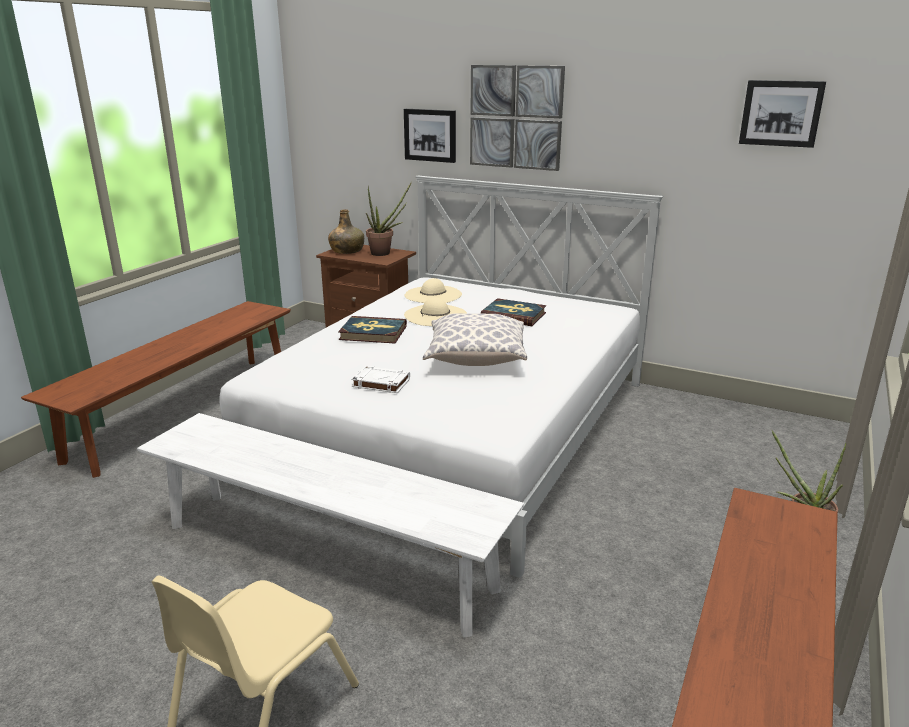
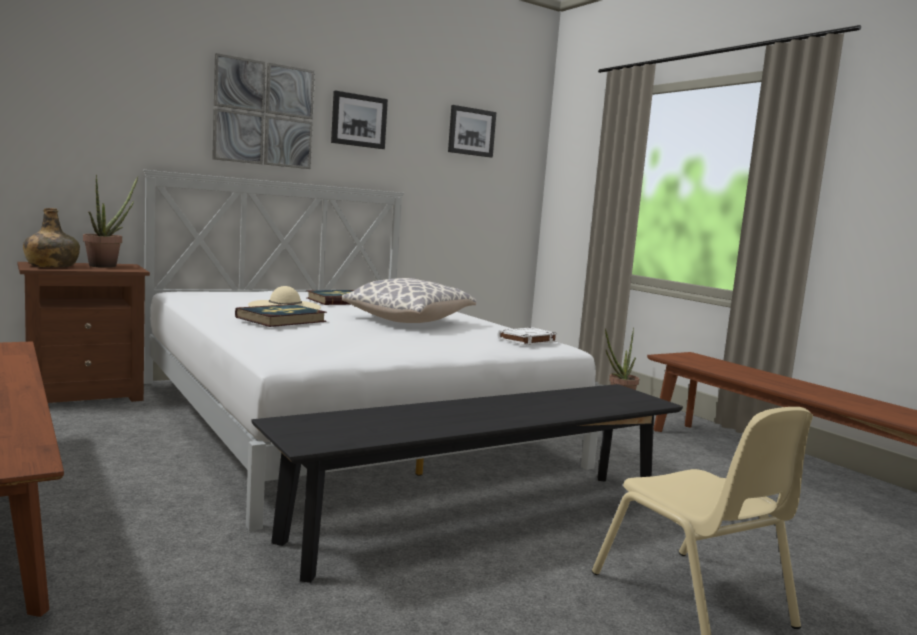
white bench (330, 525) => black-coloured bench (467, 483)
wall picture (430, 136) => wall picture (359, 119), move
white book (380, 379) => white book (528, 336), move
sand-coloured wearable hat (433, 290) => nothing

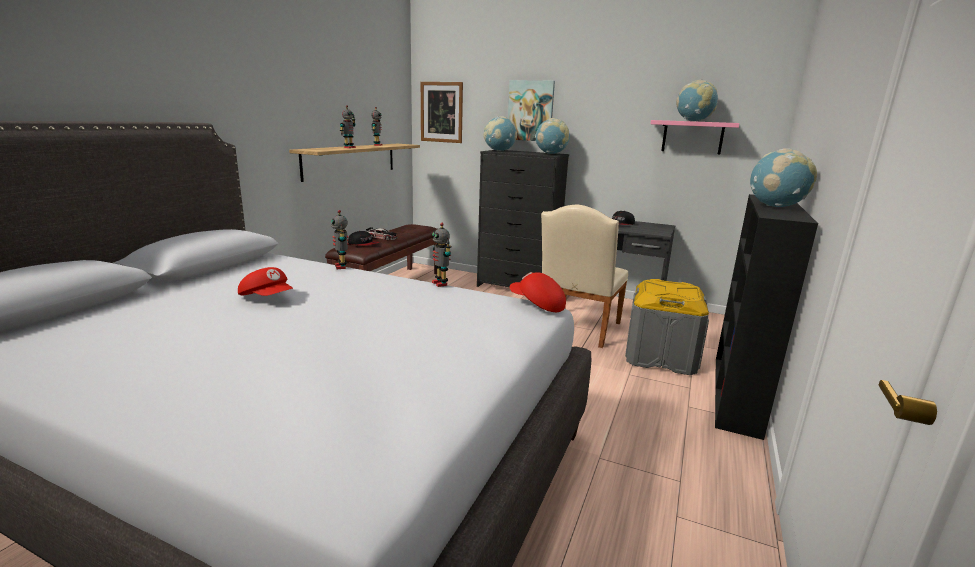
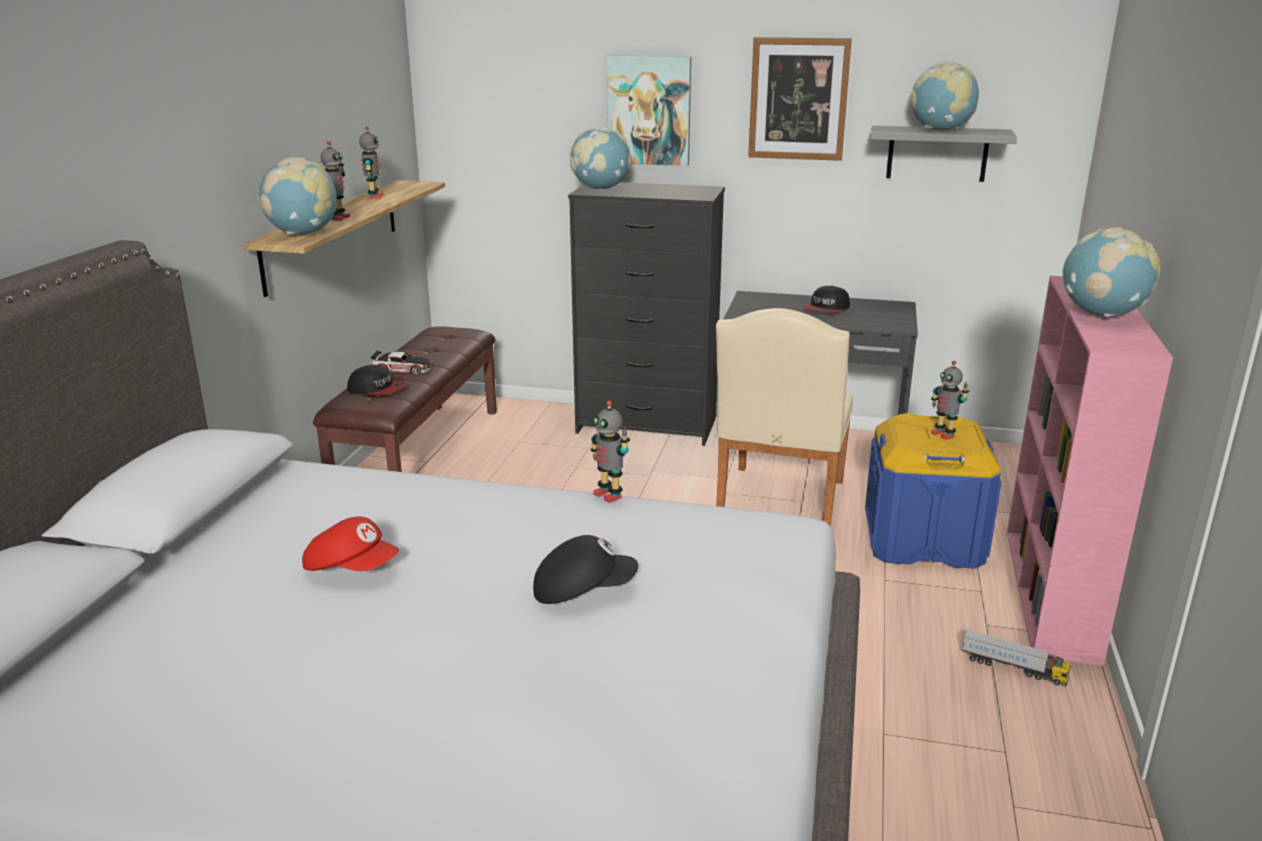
desk globe (552, 136) => desk globe (297, 196), move
nothing => black-coloured peaked cap (585, 569)
wall picture (442, 112) => wall picture (800, 99), move
greyish storage bin (667, 327) => blue storage bin (933, 491)
pink-coloured bracket shelf (695, 137) => greyish bracket shelf (943, 154)
toy robot (340, 239) => toy robot (950, 400), move
nothing => toy lorry (1016, 657)
black-coloured bookshelf (766, 317) => pink-coloured bookshelf (1090, 471)
reddish peaked cap (538, 292) => nothing

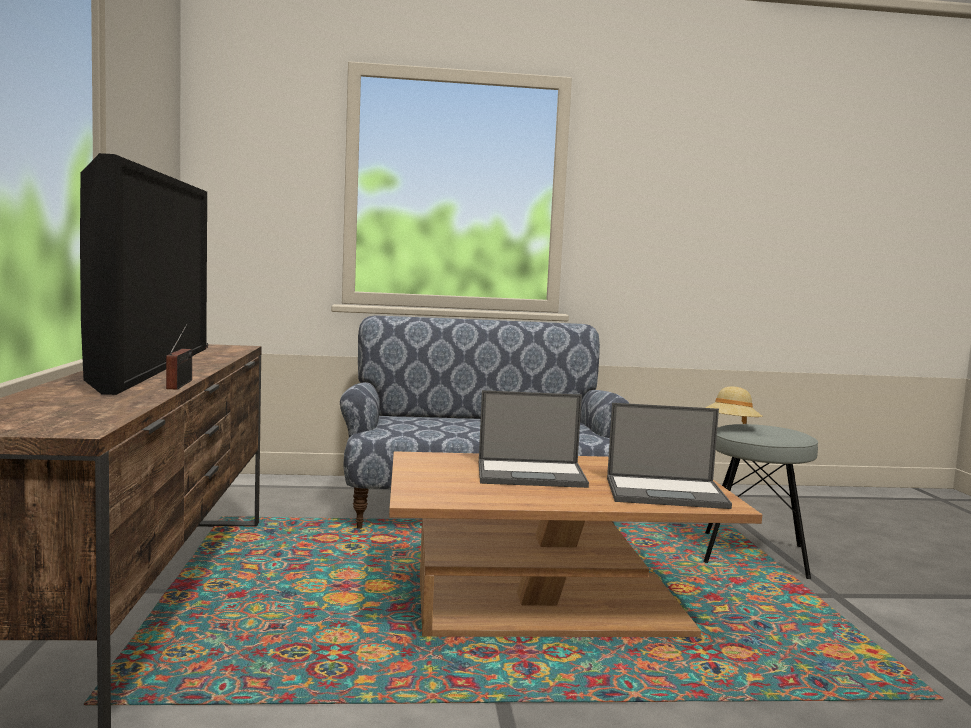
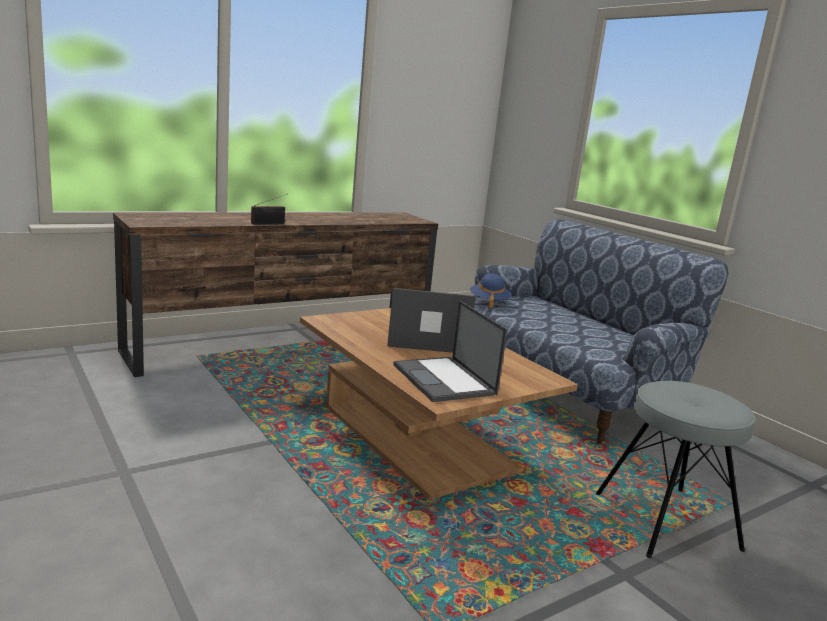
notebook computer (534, 439) => notebook computer (431, 320), 120 degrees clockwise
nothing => blue wearable hat (491, 291)
TV (144, 274) => nothing
sand-coloured wearable hat (733, 405) => nothing

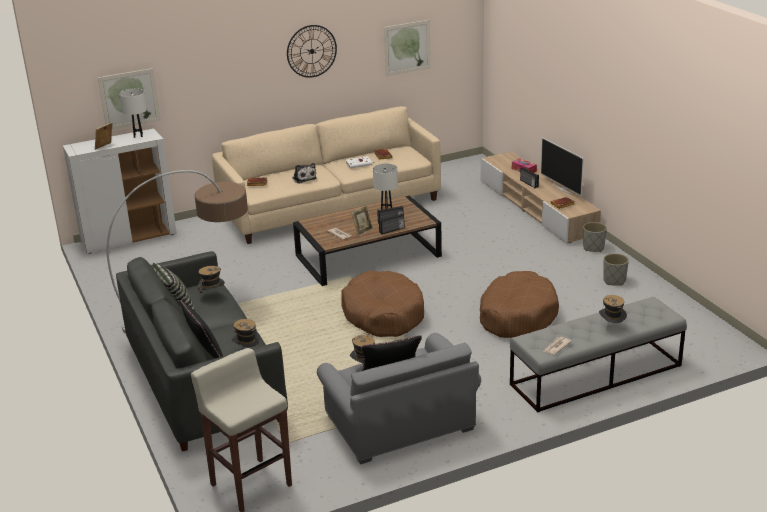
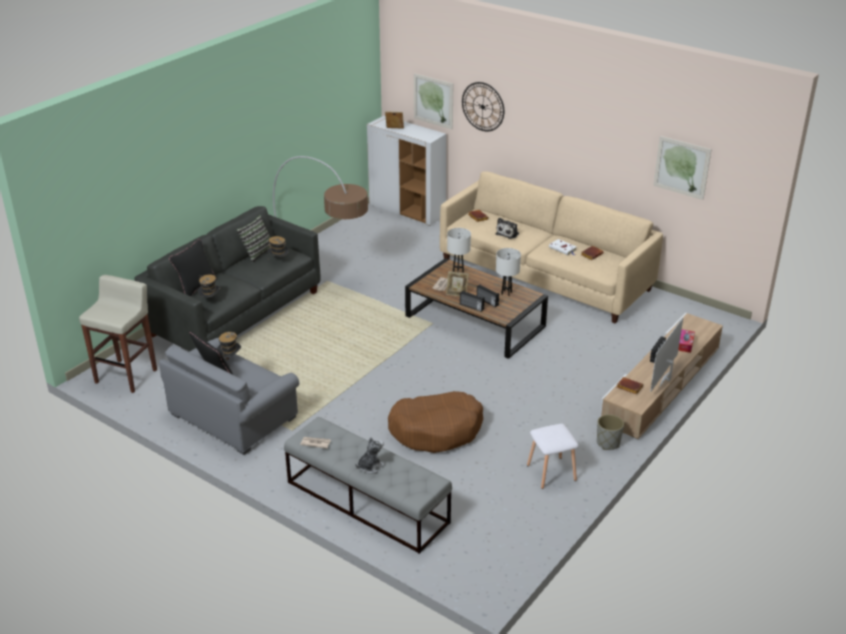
wearable hat (613, 309) => cuddly toy (370, 455)
white table lamp (133, 113) => white table lamp (459, 250), move
clock on the wall (312, 51) => clock on the wall (483, 106), move
greyish planter (616, 269) => white stool (553, 456)
brownish dog cushion (382, 303) => nothing

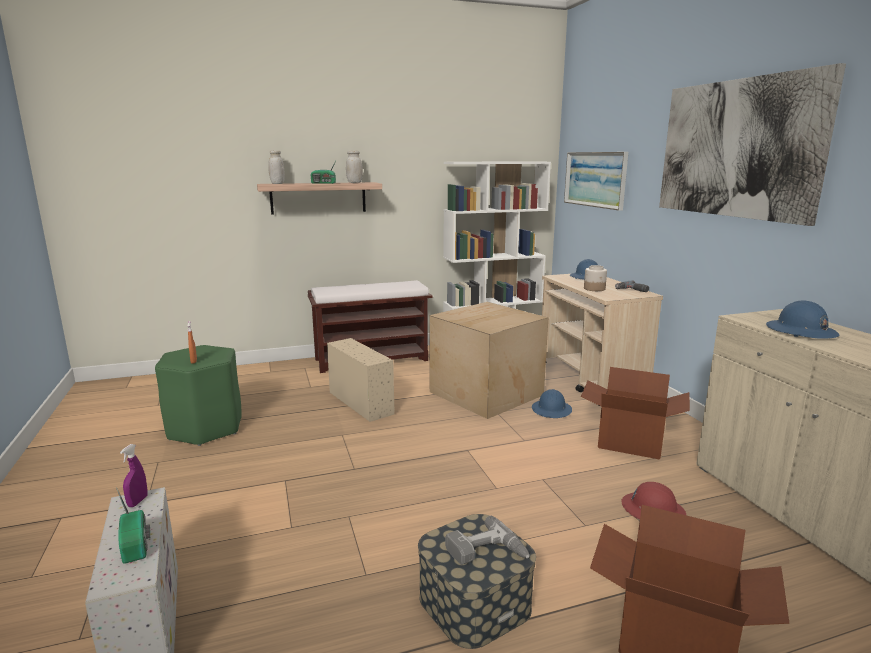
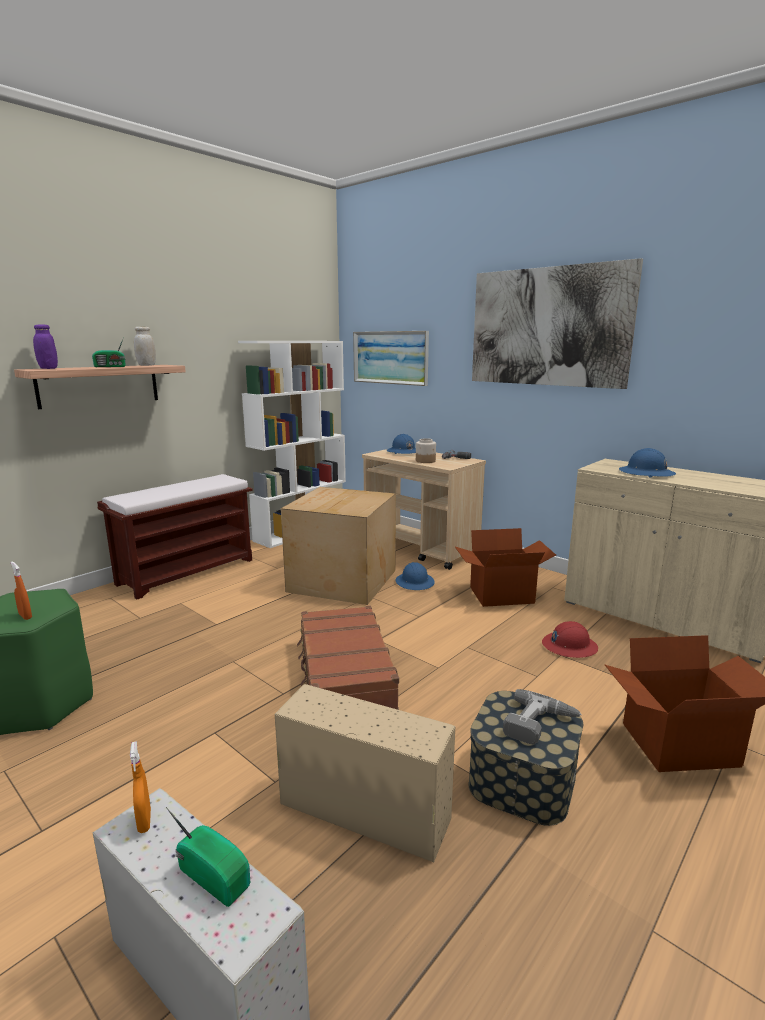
white jar (276, 167) => purplish jar (45, 346)
purplish hand sprayer (134, 475) => orangey hand sprayer (140, 787)
sand-coloured storage bin (361, 380) => sand-coloured storage bin (365, 773), move
nothing => brownish piece of luggage (348, 658)

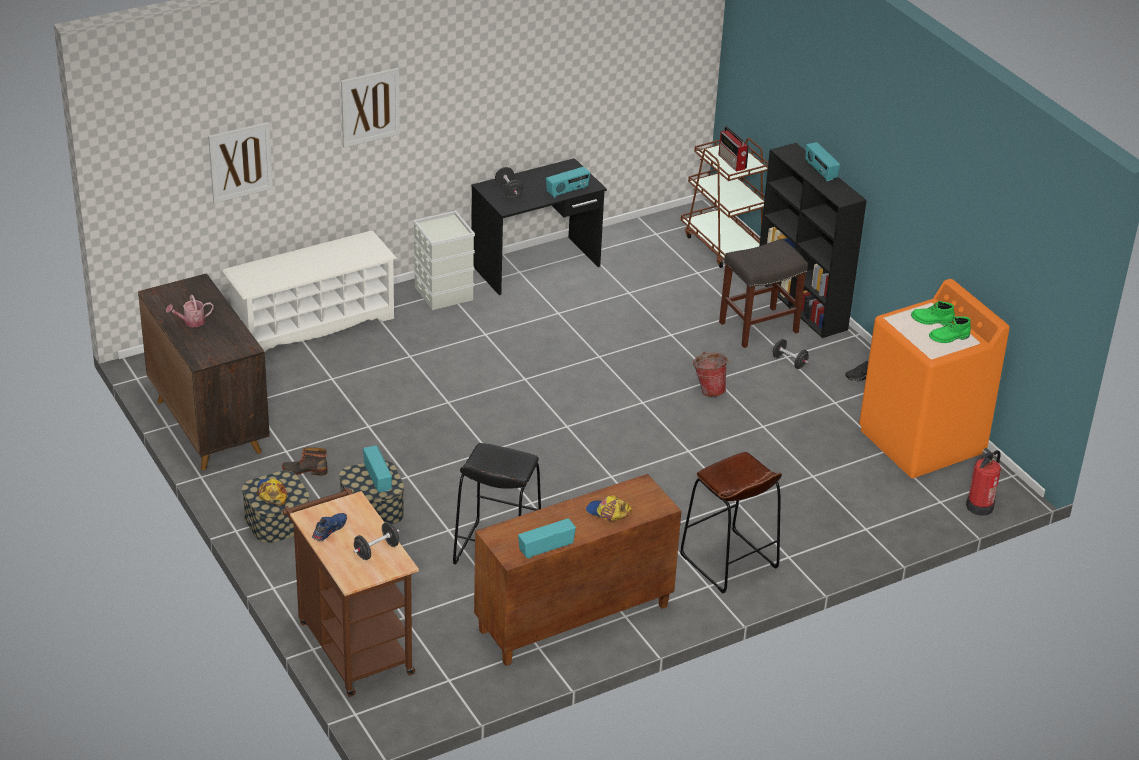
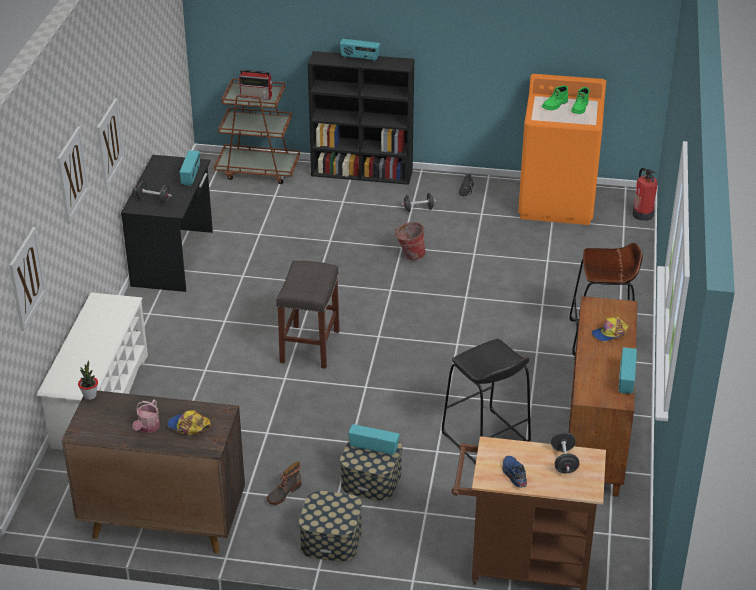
nothing => plant in a pot (88, 380)
nothing => wall picture (111, 143)
peaked cap (272, 492) => peaked cap (189, 422), move
greyish stool (763, 293) => greyish stool (307, 315), move
greyish storage bin (444, 260) => nothing

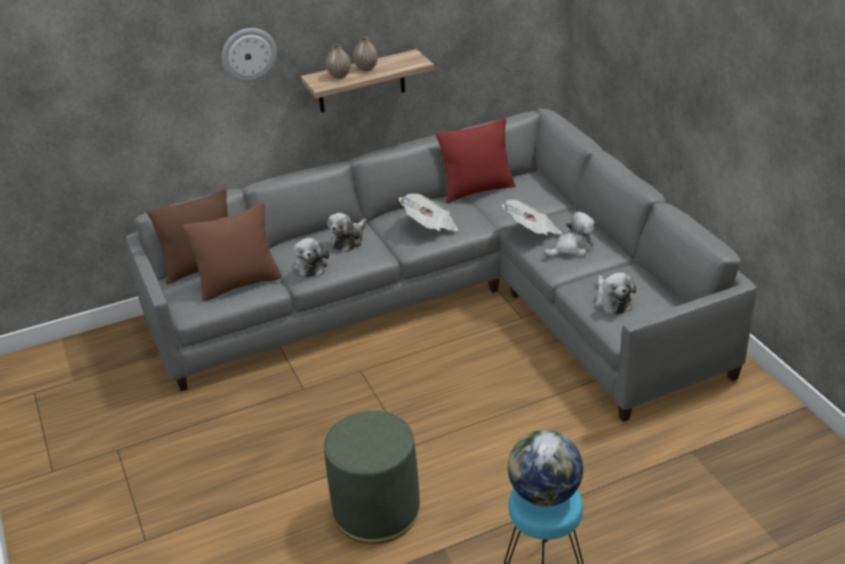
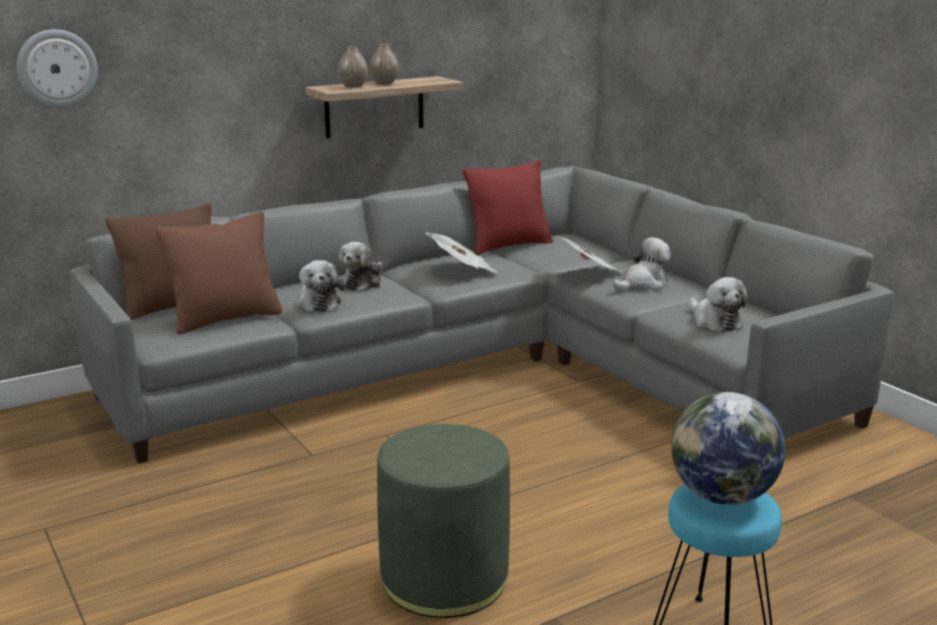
clock on the wall (249, 55) => clock on the wall (57, 68), move

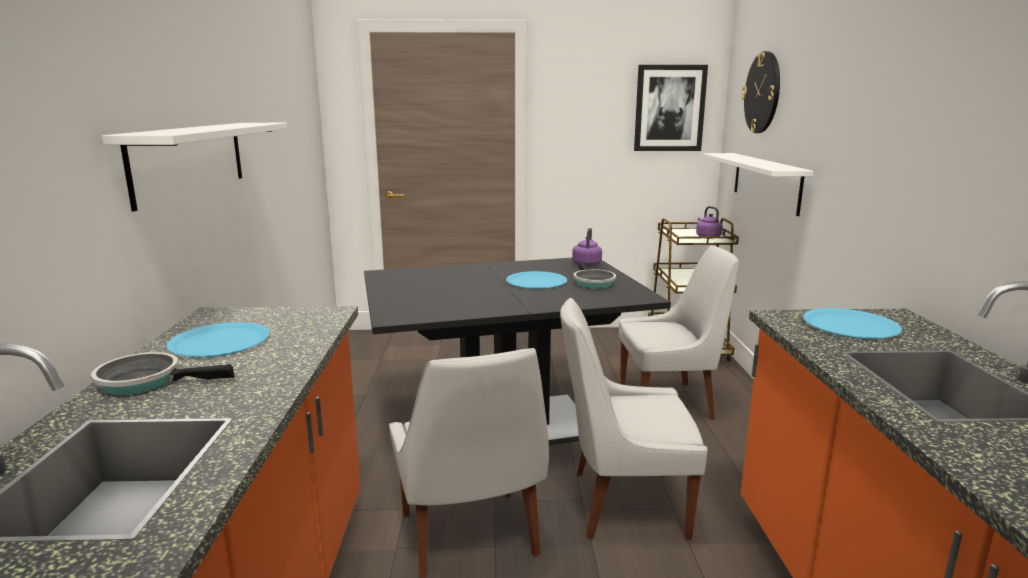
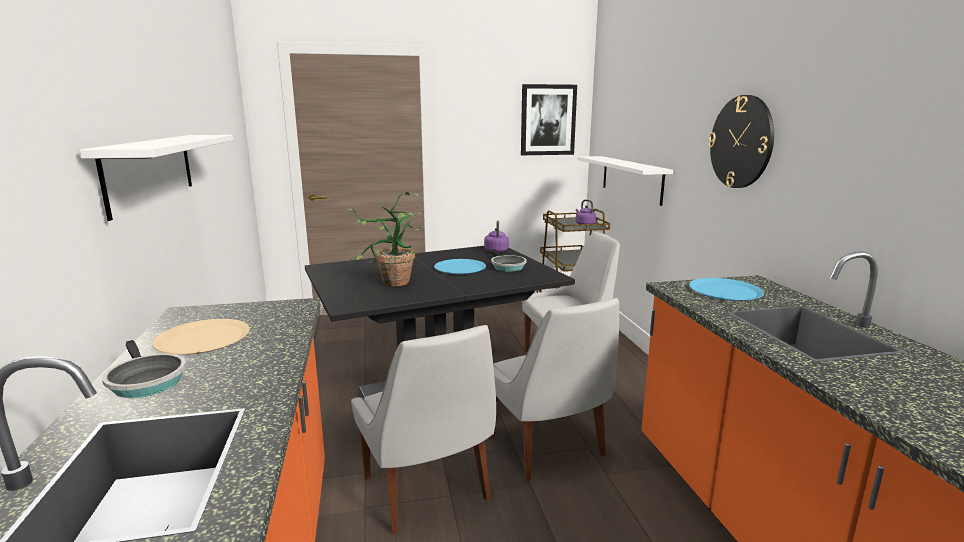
skillet (163, 374) => skillet (144, 369), 120 degrees counterclockwise
blue plate (218, 340) => sand-coloured plate (201, 337)
nothing => plant in a pot (384, 239)
white upright chair (634, 419) => white upright chair (554, 389), 105 degrees counterclockwise
clock on the wall (761, 92) => clock on the wall (741, 141), move

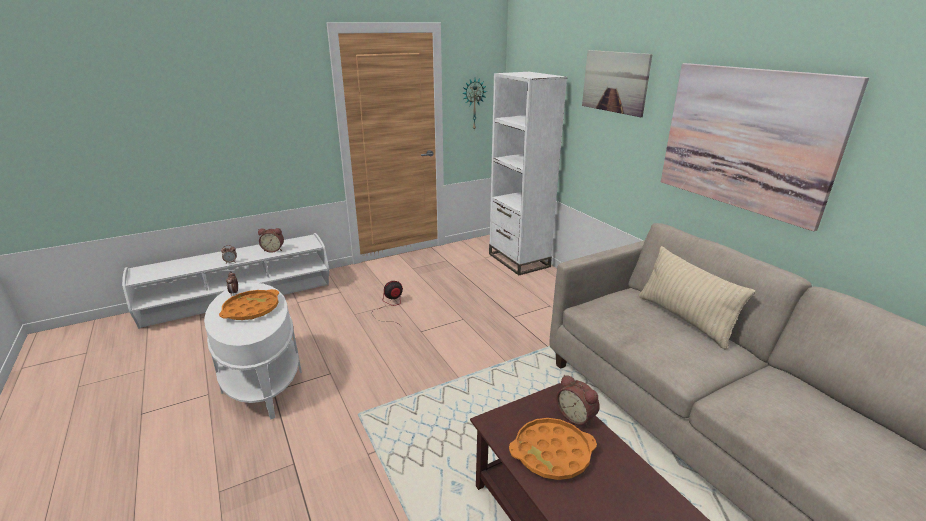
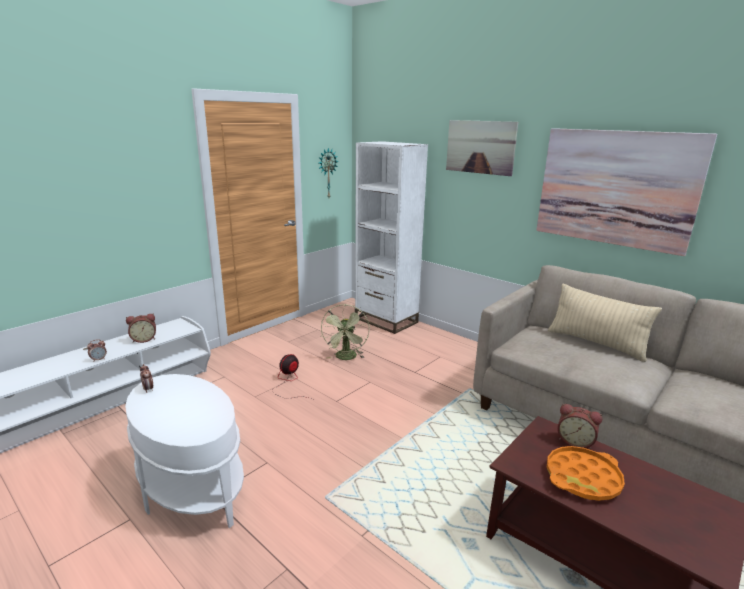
nothing => green cooling fan (345, 332)
orangey tray (249, 304) => nothing

